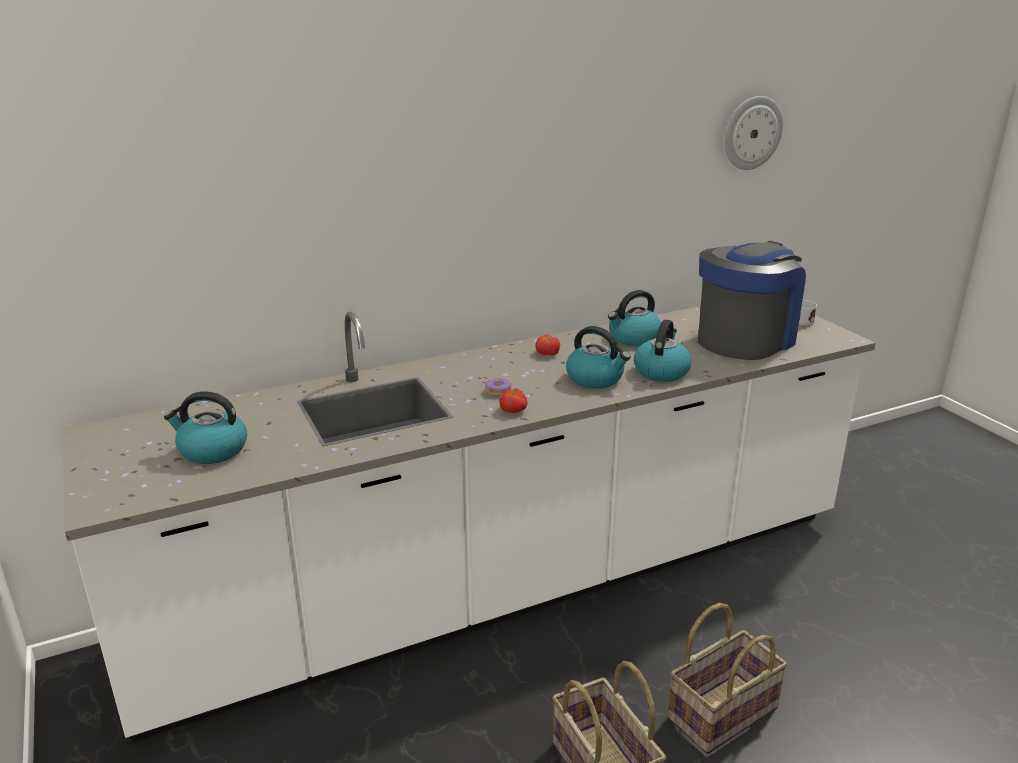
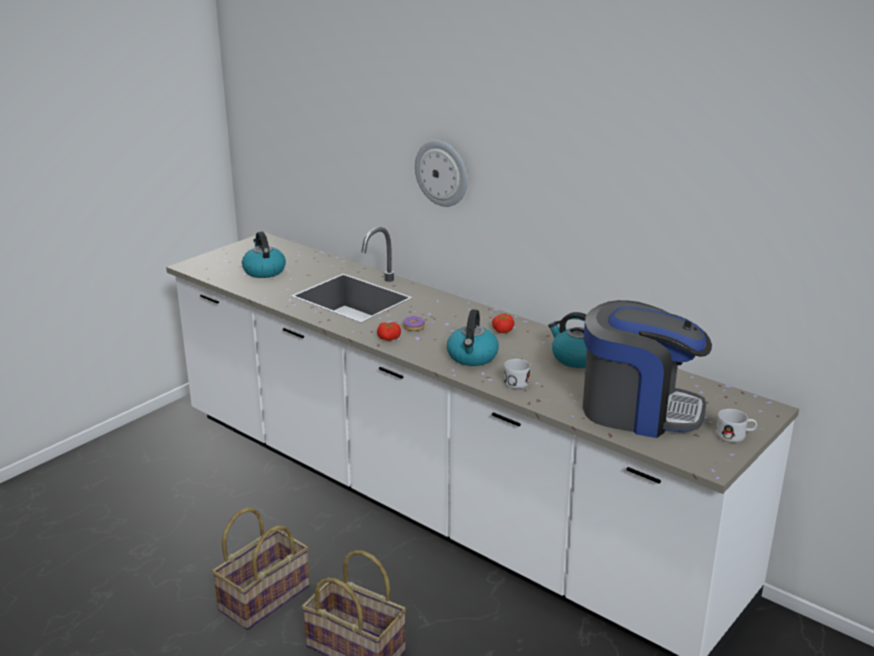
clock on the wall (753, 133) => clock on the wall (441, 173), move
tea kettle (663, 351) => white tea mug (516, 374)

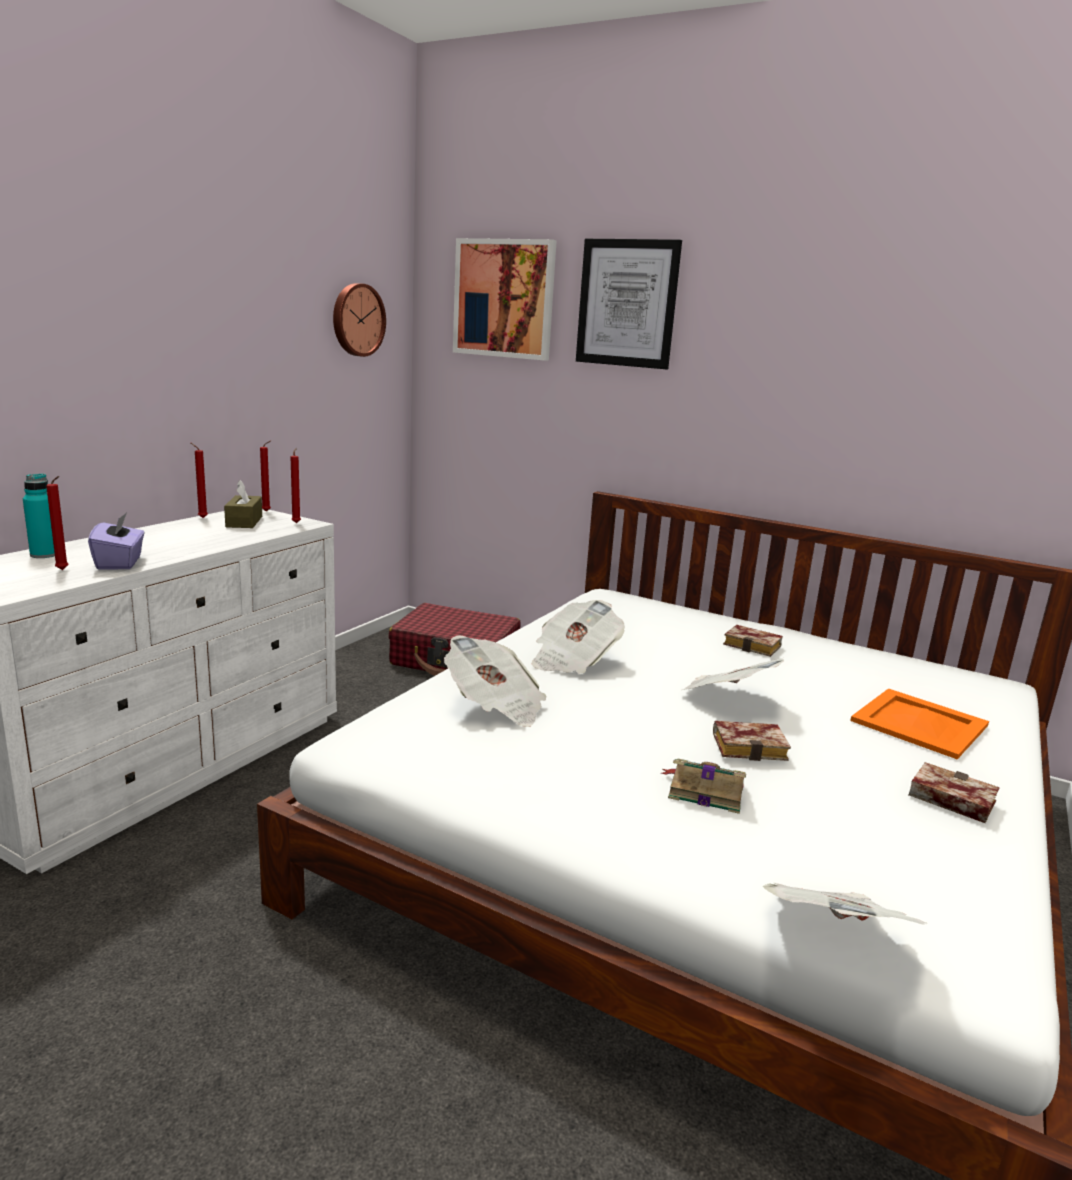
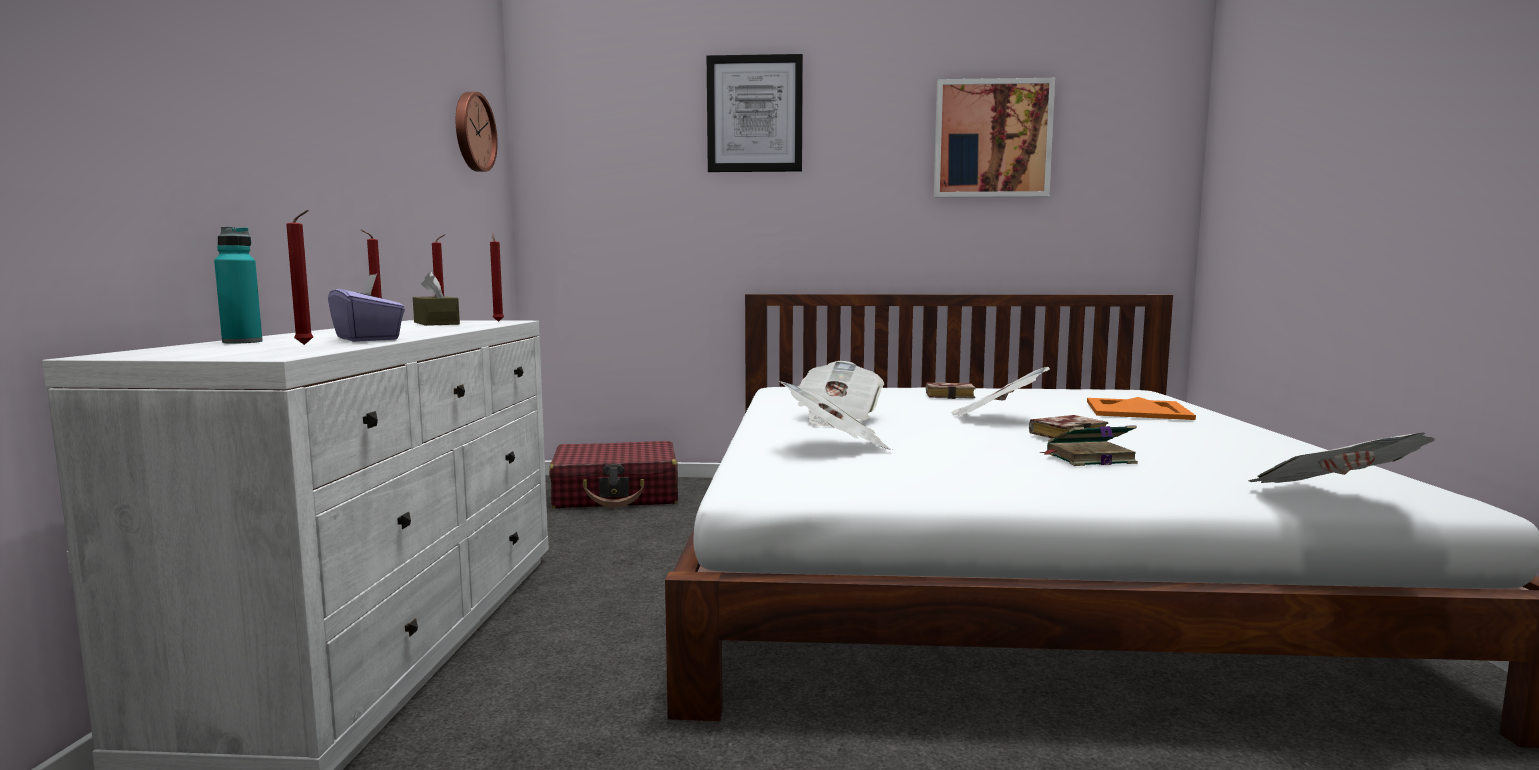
wall picture (505, 299) => wall picture (994, 138), move
book (954, 792) => nothing

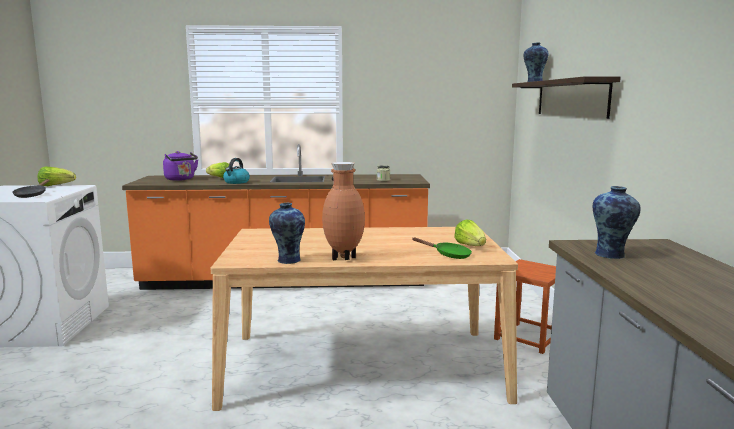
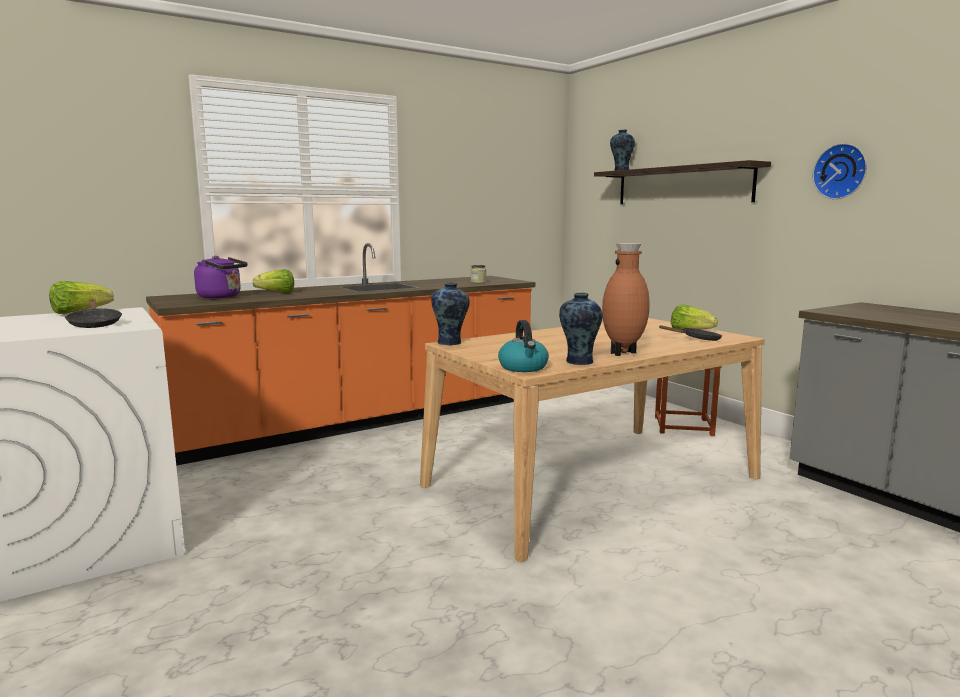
flower vase (617, 222) => flower vase (450, 313), move
tea kettle (236, 171) => tea kettle (523, 346), move
green skillet (442, 248) => black-coloured skillet (690, 333)
nothing => clock on the wall (839, 171)

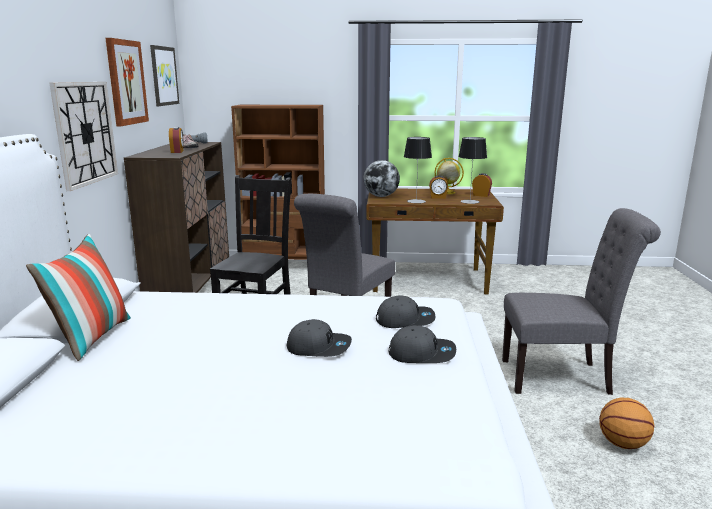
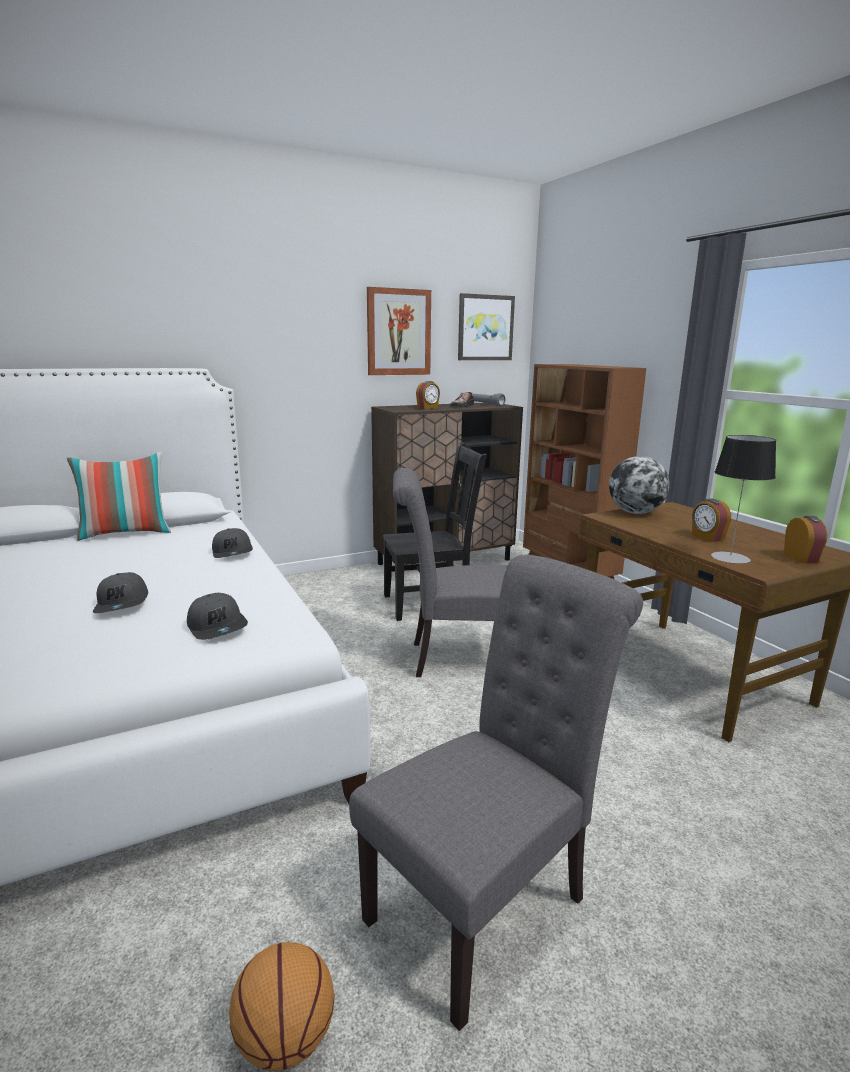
greyish peaked cap (422, 344) => greyish peaked cap (232, 543), move
greyish upright chair (581, 301) => greyish upright chair (496, 793), 105 degrees counterclockwise
clock on the wall (84, 136) => nothing
table lamp (418, 170) => nothing
desk globe (449, 176) => nothing

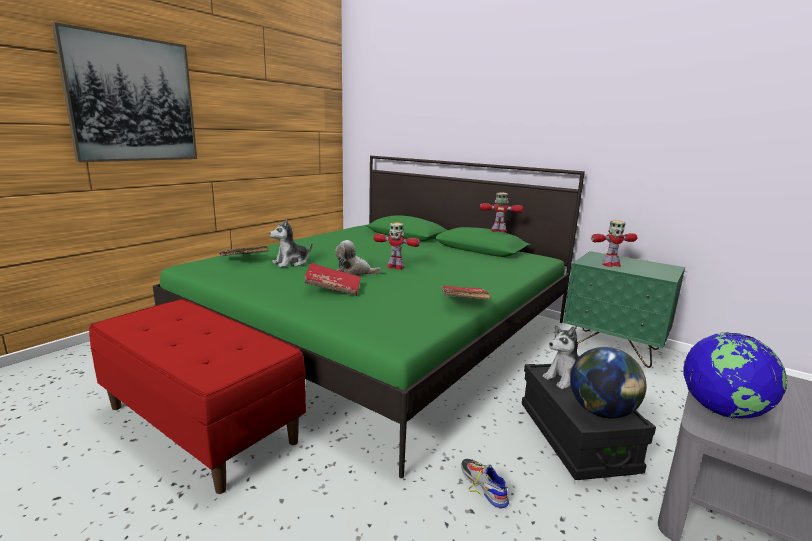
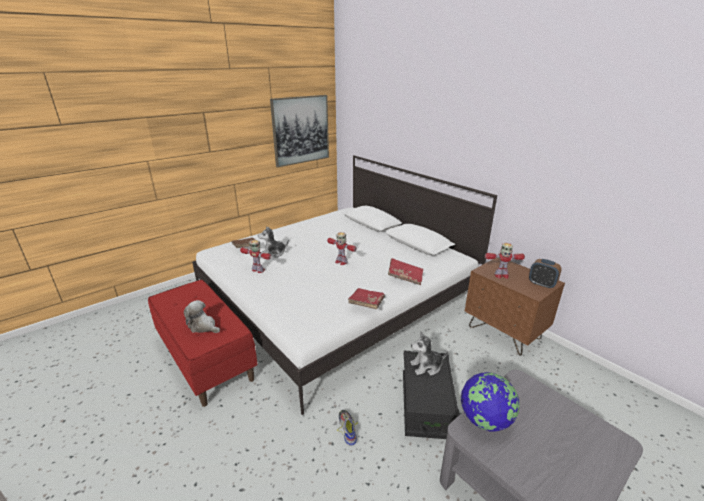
cuddly toy (358, 257) => cuddly toy (202, 316), move
green sleeping bed (369, 317) => white sleeping bed (344, 285)
toy robot (501, 212) => toy robot (256, 256), move
wall picture (124, 92) => wall picture (299, 131), move
reddish book (332, 279) => reddish book (405, 271), move
green bedside table (624, 309) => brownish bedside table (515, 307)
nothing => table clock (545, 274)
desk globe (608, 383) => nothing

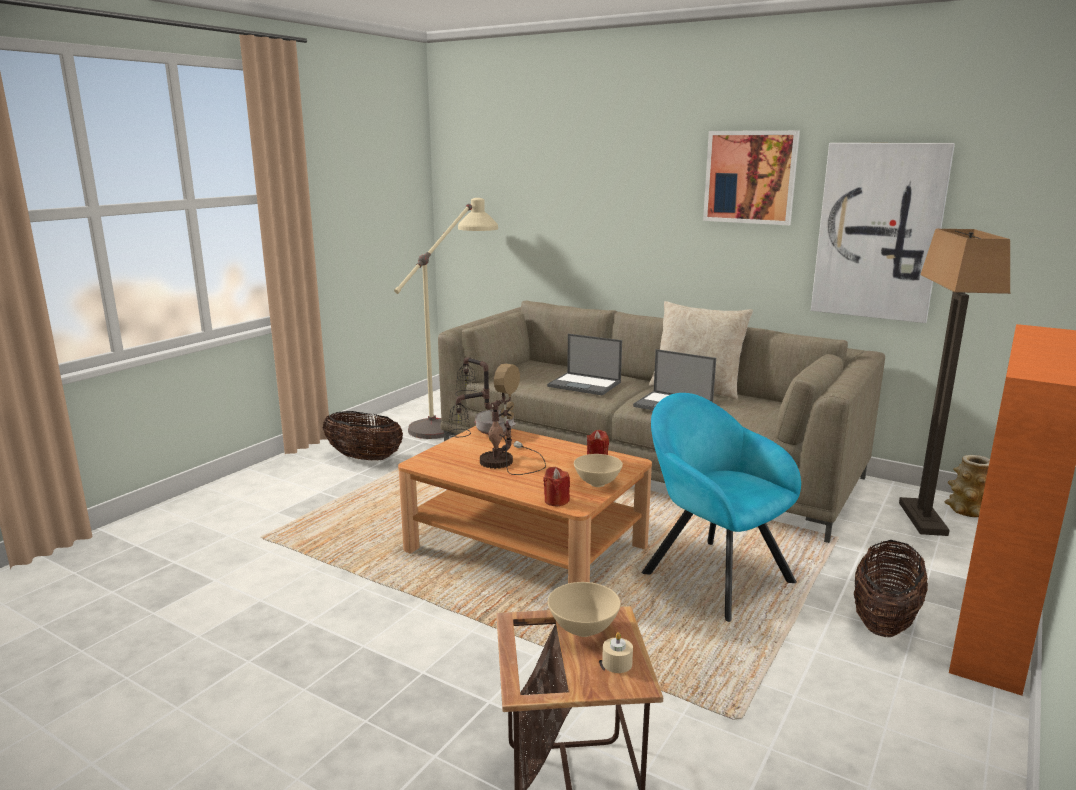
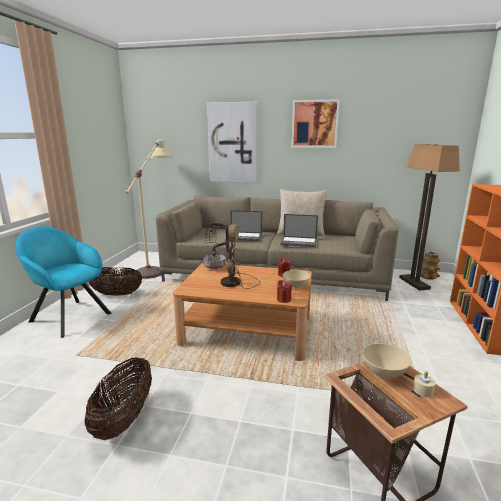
turquoise easy chair (721, 507) => turquoise easy chair (63, 282), move
household basket (891, 588) => household basket (118, 398), move
wall picture (883, 233) => wall picture (232, 142), move

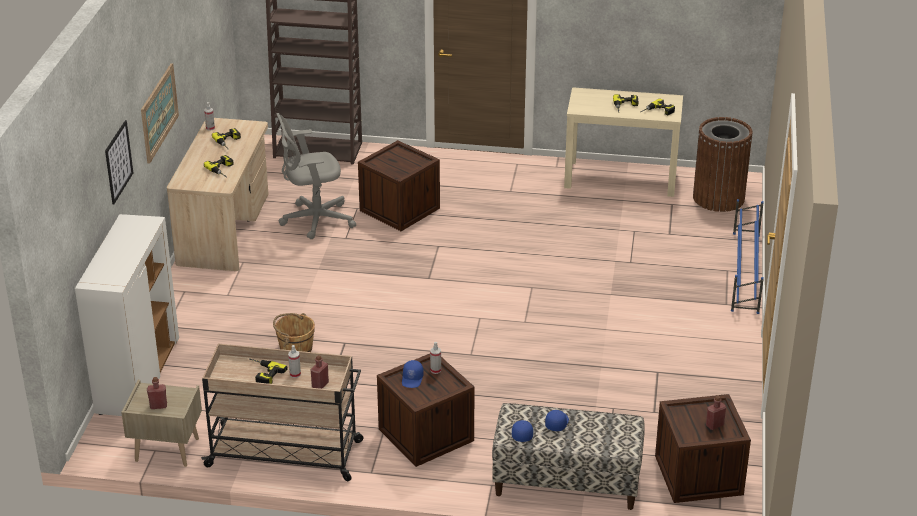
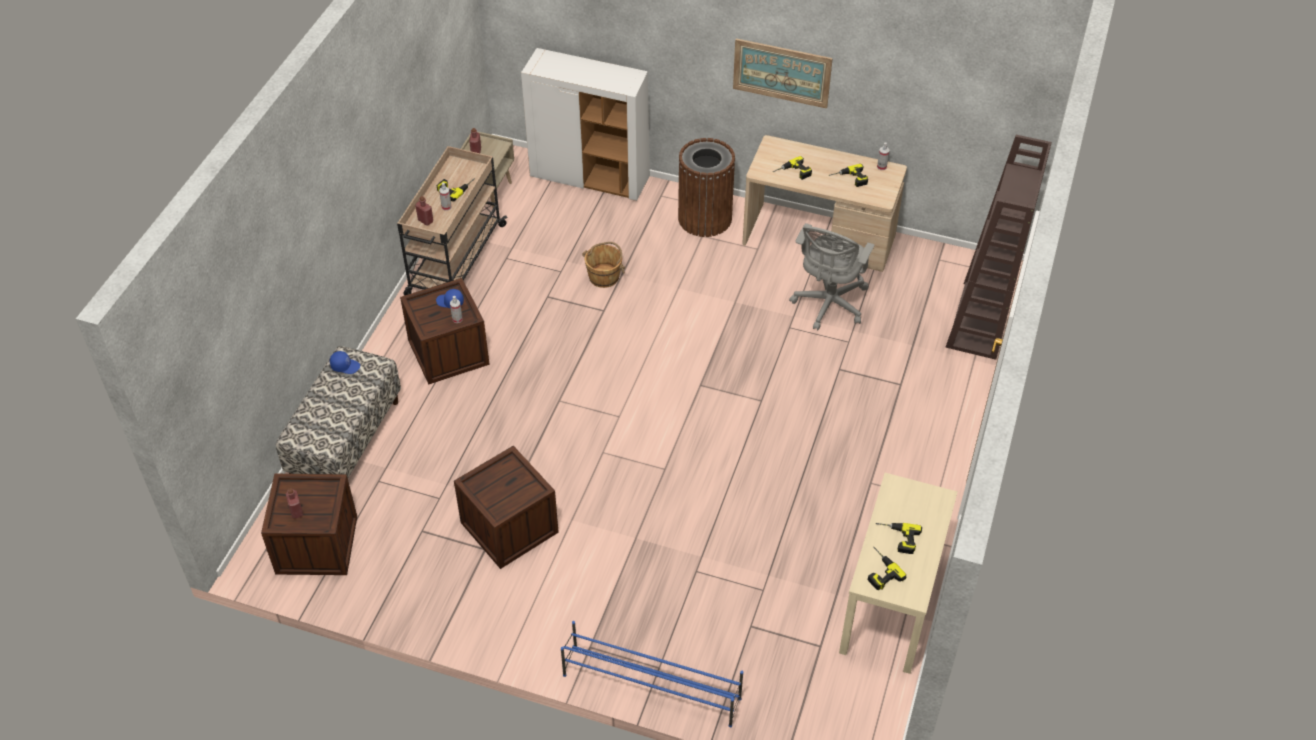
packing crate (399, 185) => packing crate (506, 507), move
brownish waste bin (723, 164) => brownish waste bin (706, 187), move
greyish desk chair (316, 176) => greyish desk chair (831, 276), 150 degrees counterclockwise
wall picture (119, 162) => nothing
blue peaked cap (557, 420) => nothing

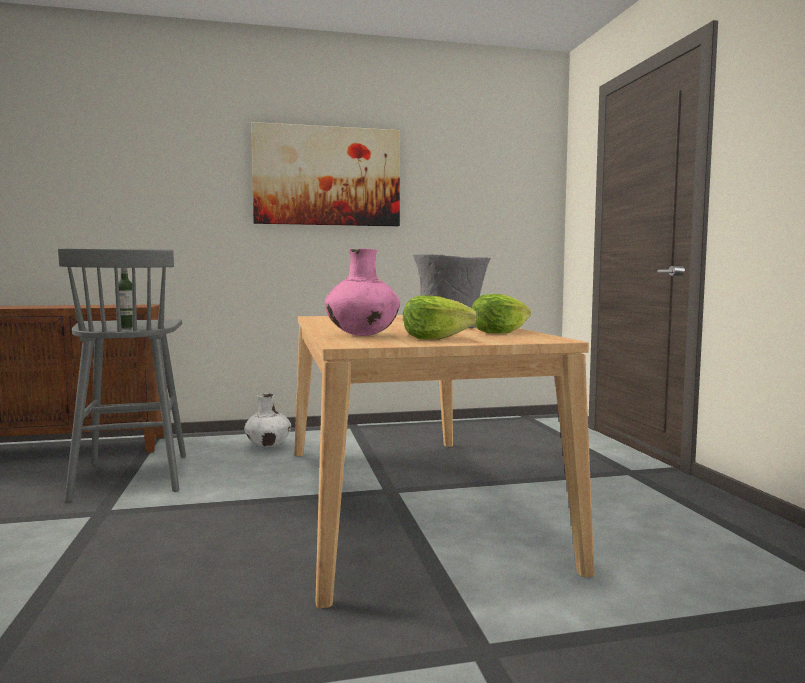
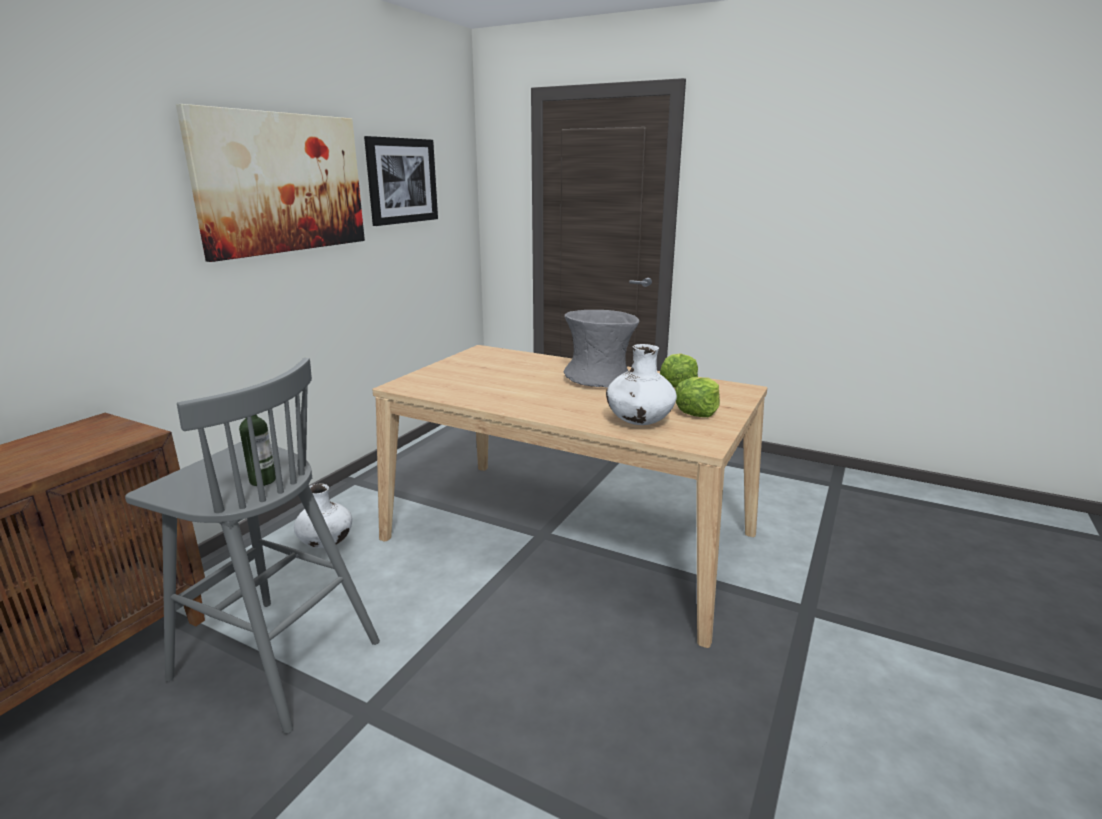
nothing => wall picture (401, 181)
pink-coloured flower vase (362, 292) => white flower vase (641, 384)

